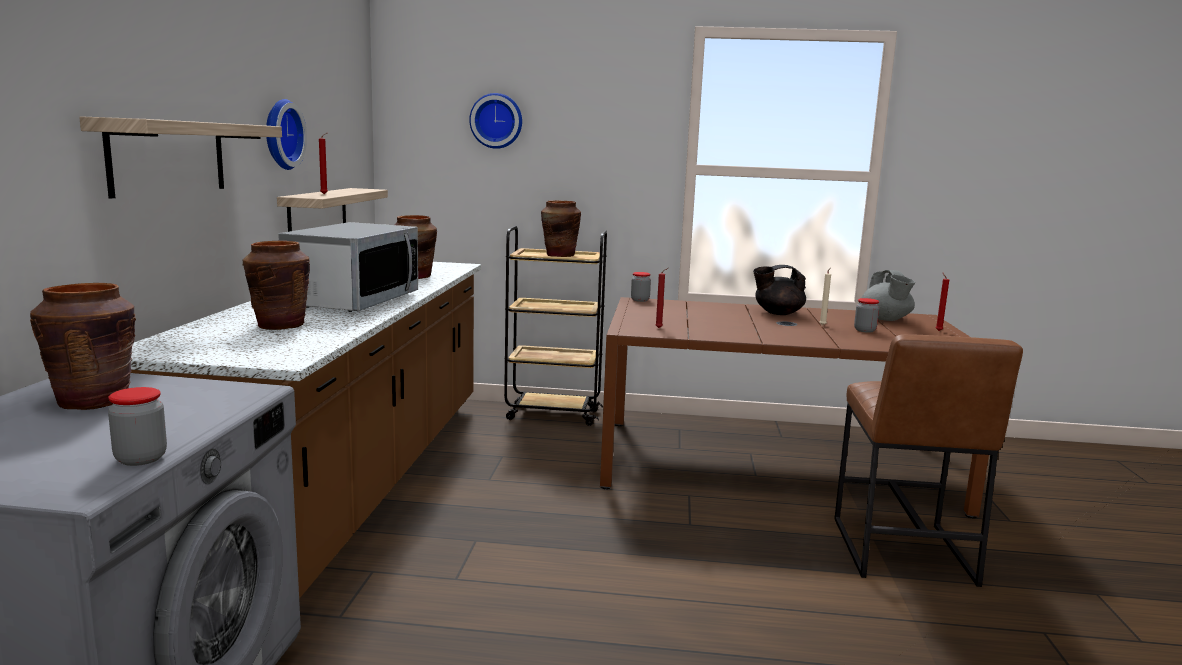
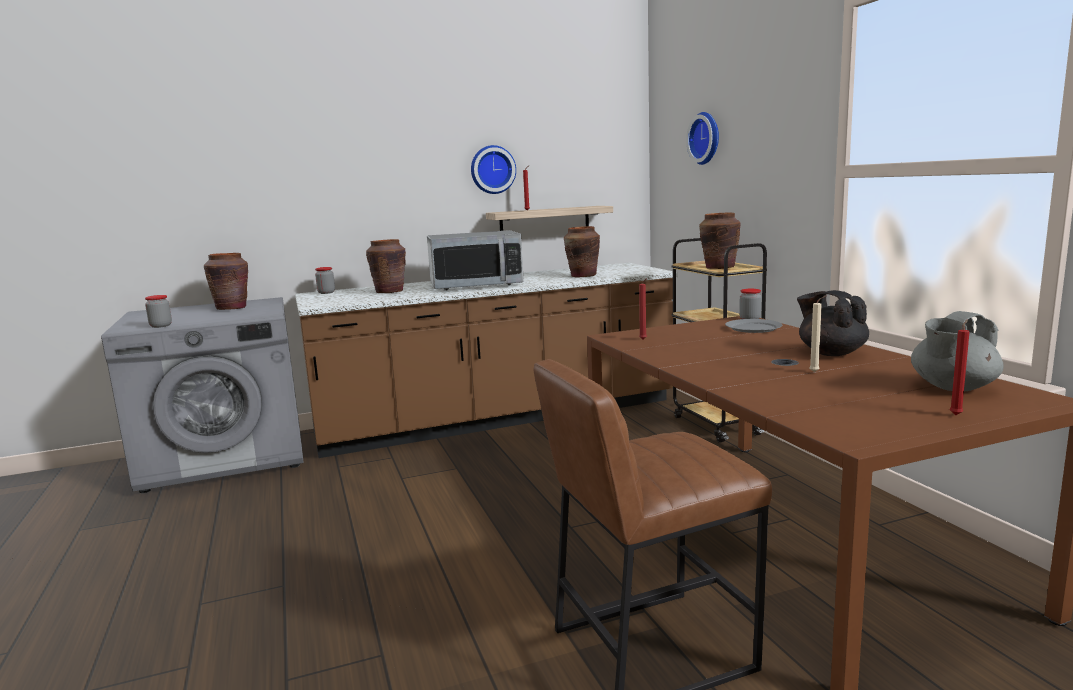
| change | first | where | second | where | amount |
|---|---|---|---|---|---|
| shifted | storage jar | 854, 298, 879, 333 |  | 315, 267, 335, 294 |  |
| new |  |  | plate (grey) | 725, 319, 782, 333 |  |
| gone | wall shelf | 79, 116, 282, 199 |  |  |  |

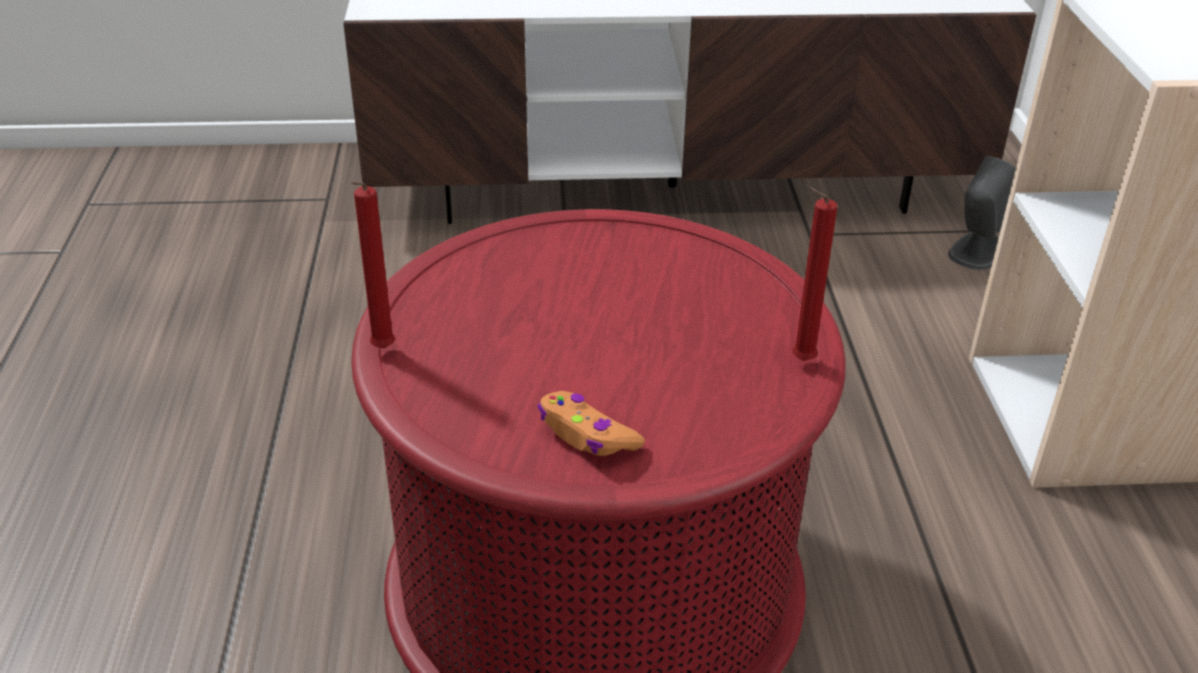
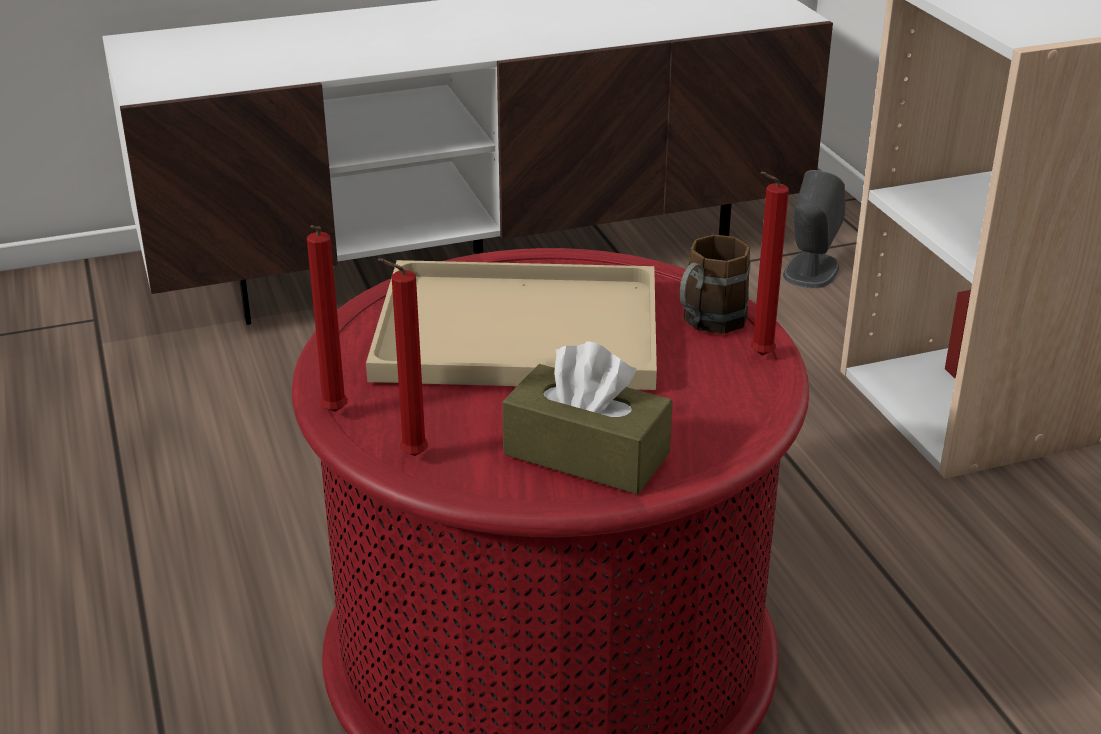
| change | first | where | second | where | amount |
|---|---|---|---|---|---|
| new |  |  | carrying tray (sand-coloured) | 366, 260, 657, 390 |  |
| new |  |  | candle (red-coloured) | 378, 259, 428, 456 |  |
| swapped | joypad (orange-coloured) | 537, 391, 645, 456 | tissue holder (brownish) | 502, 341, 673, 494 |  |
| new |  |  | coffee mug (brownish) | 680, 235, 751, 334 |  |

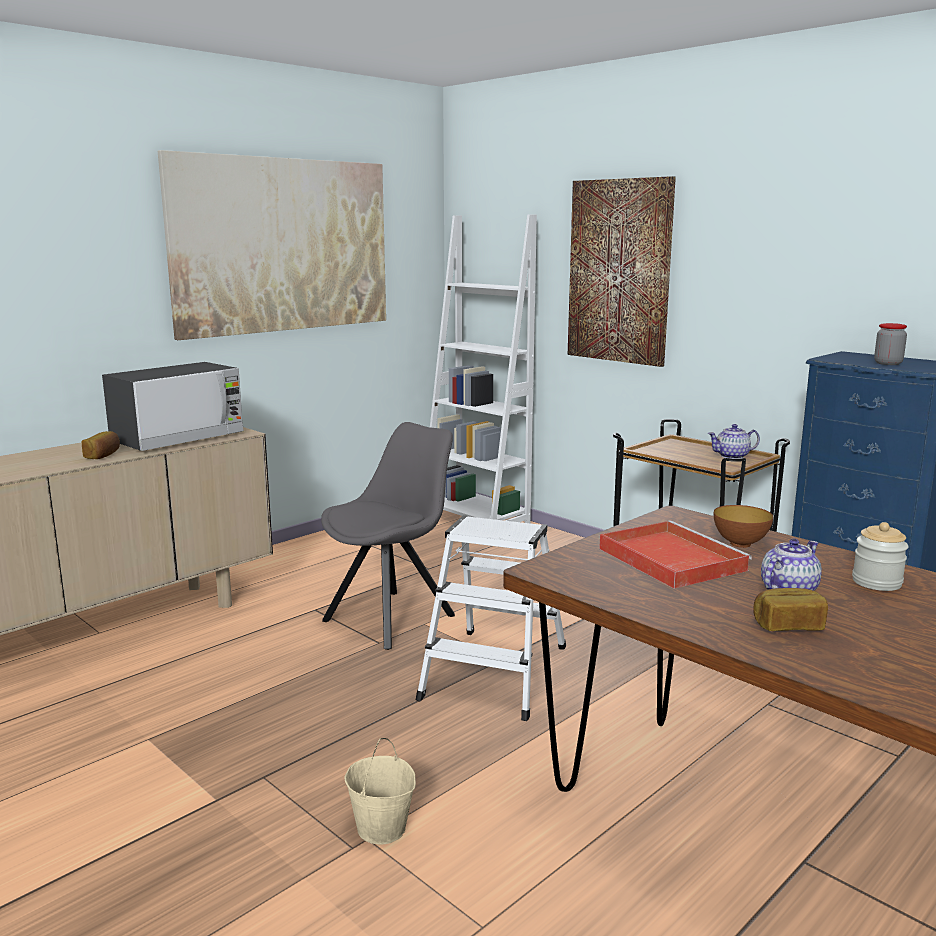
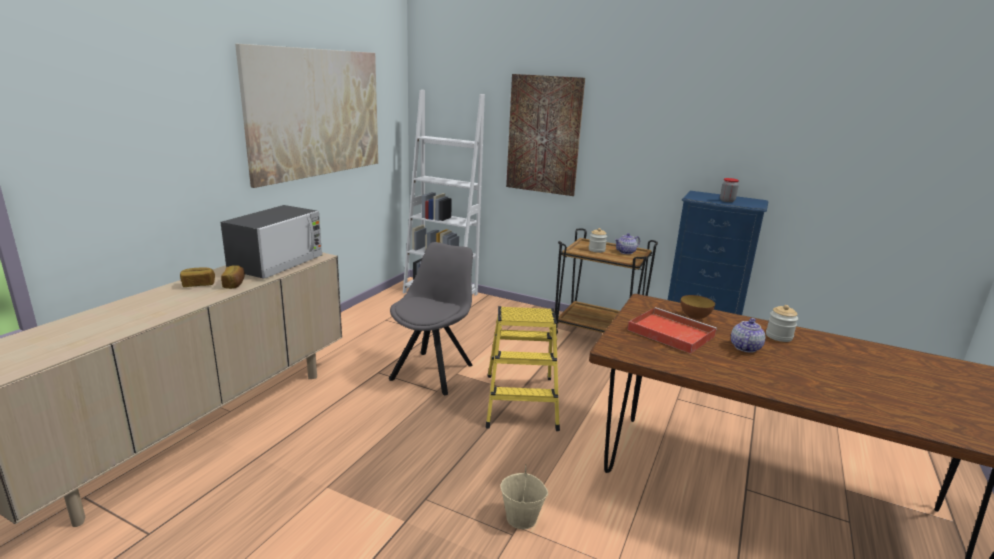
| change | first | where | second | where | amount |
|---|---|---|---|---|---|
| shifted | bread | 753, 588, 828, 631 |  | 180, 267, 215, 287 |  |
| repainted | step ladder (white) | 416, 515, 566, 721 | step ladder (yellow) | 486, 306, 560, 431 |  |
| new |  |  | storage jar | 589, 228, 607, 253 |  |

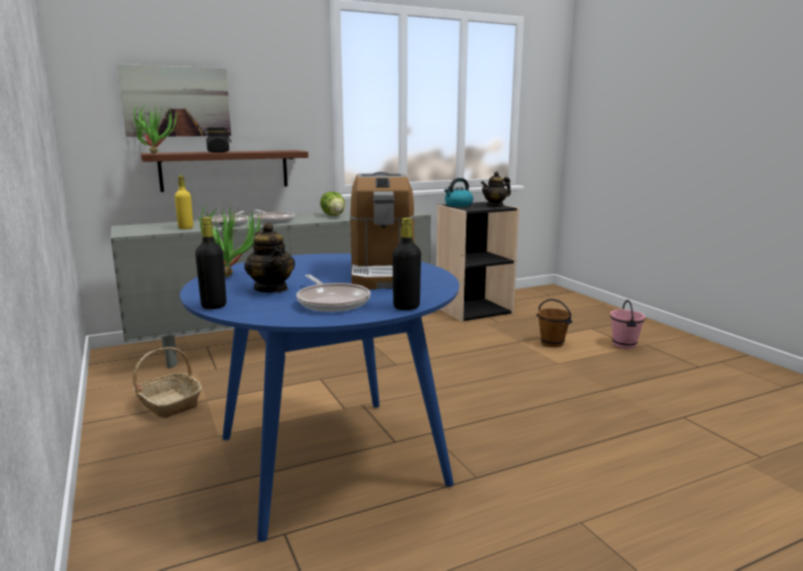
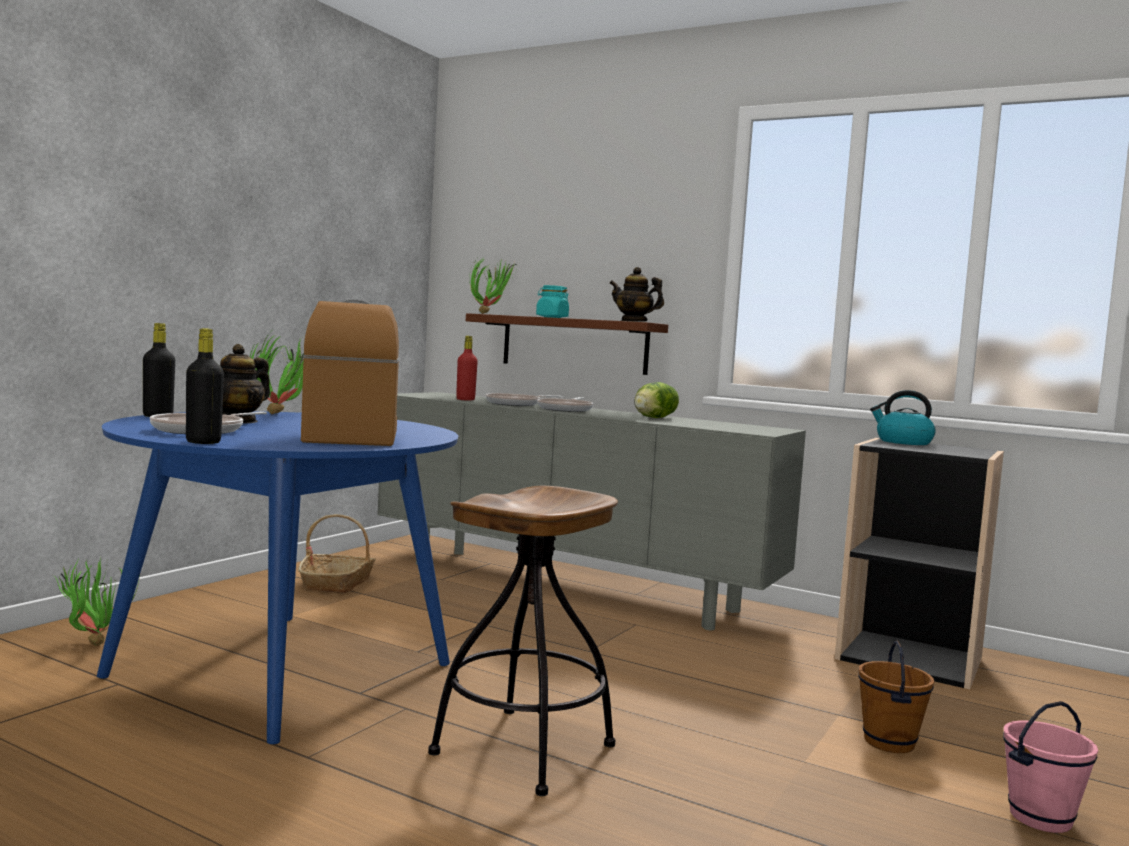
| change | first | where | second | where | amount |
|---|---|---|---|---|---|
| new |  |  | plant in a pot | 53, 555, 140, 646 |  |
| rotated | coffee brewer | 350, 172, 415, 290 |  | 301, 300, 400, 446 | 120 degrees clockwise |
| new |  |  | stool seat (brownish) | 428, 486, 618, 796 |  |
| repainted | drink bottle (yellow) | 175, 175, 193, 229 | drink bottle (red-coloured) | 456, 336, 478, 401 |  |
| repainted | storage jar (blackish) | 203, 127, 231, 153 | storage jar (turquoise-coloured) | 536, 285, 569, 318 |  |
| shifted | tea pot | 481, 171, 511, 207 |  | 610, 267, 664, 322 |  |
| gone | wall art | 117, 64, 231, 137 |  |  |  |

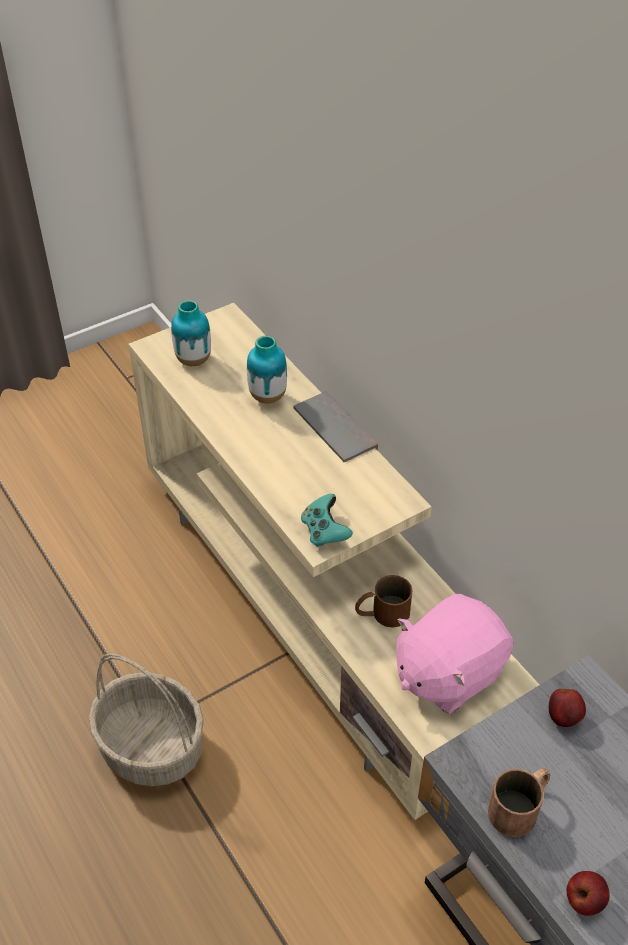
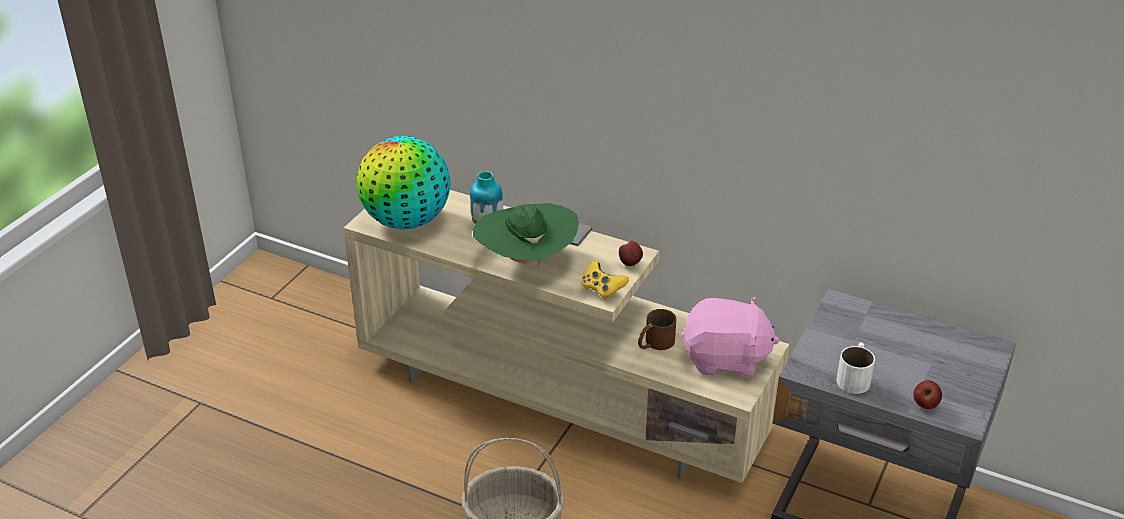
| change | first | where | second | where | amount |
|---|---|---|---|---|---|
| swapped | decorative vase | 171, 300, 211, 366 | world globe | 357, 136, 450, 229 |  |
| new |  |  | clothing hat (greenish) | 473, 203, 579, 268 |  |
| repainted | joypad (turquoise-coloured) | 301, 494, 353, 547 | joypad (yellow) | 581, 261, 629, 300 |  |
| shifted | whole apple | 549, 689, 586, 727 |  | 619, 241, 643, 266 |  |
| rotated | plush toy (pink-coloured) | 396, 594, 514, 714 |  | 682, 297, 780, 378 | 105 degrees counterclockwise |
| repainted | coffee mug (brownish) | 488, 768, 550, 837 | coffee mug (white) | 836, 342, 875, 394 |  |

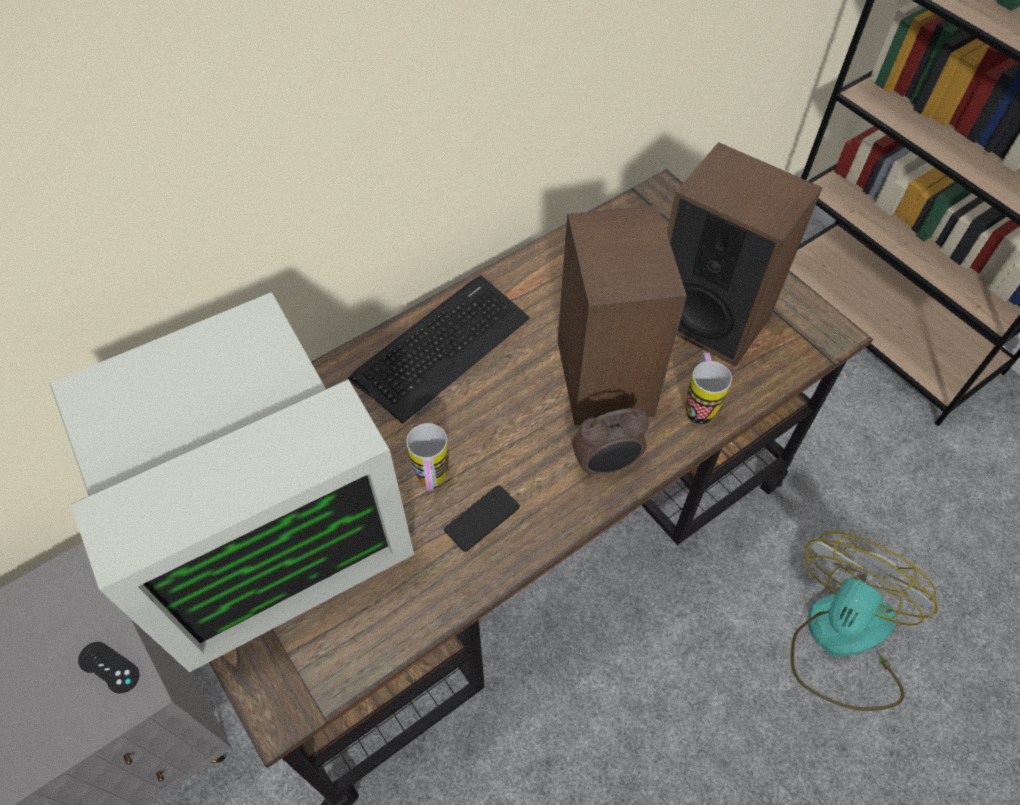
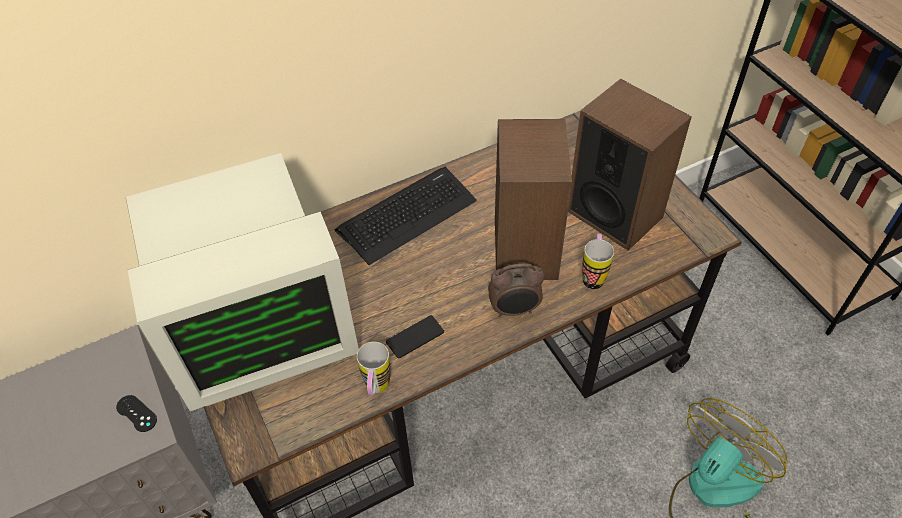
| change | first | where | second | where | amount |
|---|---|---|---|---|---|
| shifted | coffee mug | 406, 423, 449, 491 |  | 357, 342, 391, 396 |  |

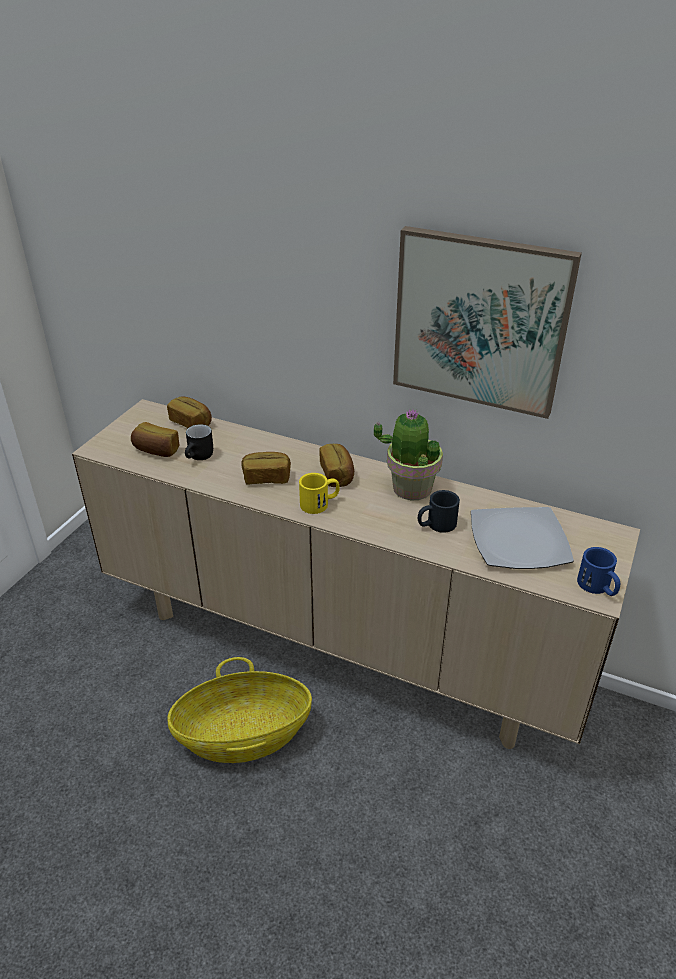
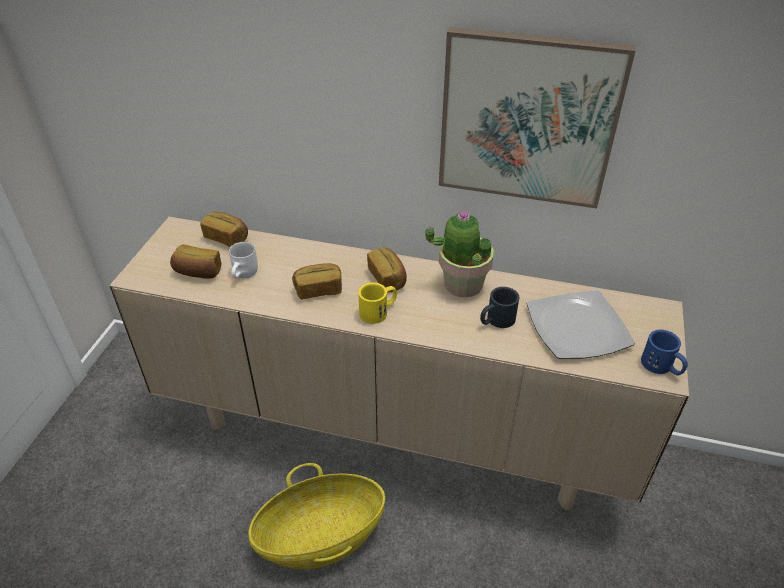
| change | first | where | second | where | amount |
|---|---|---|---|---|---|
| repainted | coffee mug (blackish) | 185, 424, 213, 460 | coffee mug (white) | 229, 242, 258, 278 |  |

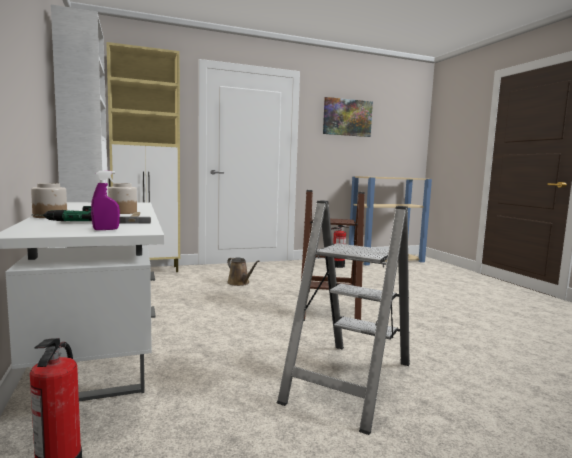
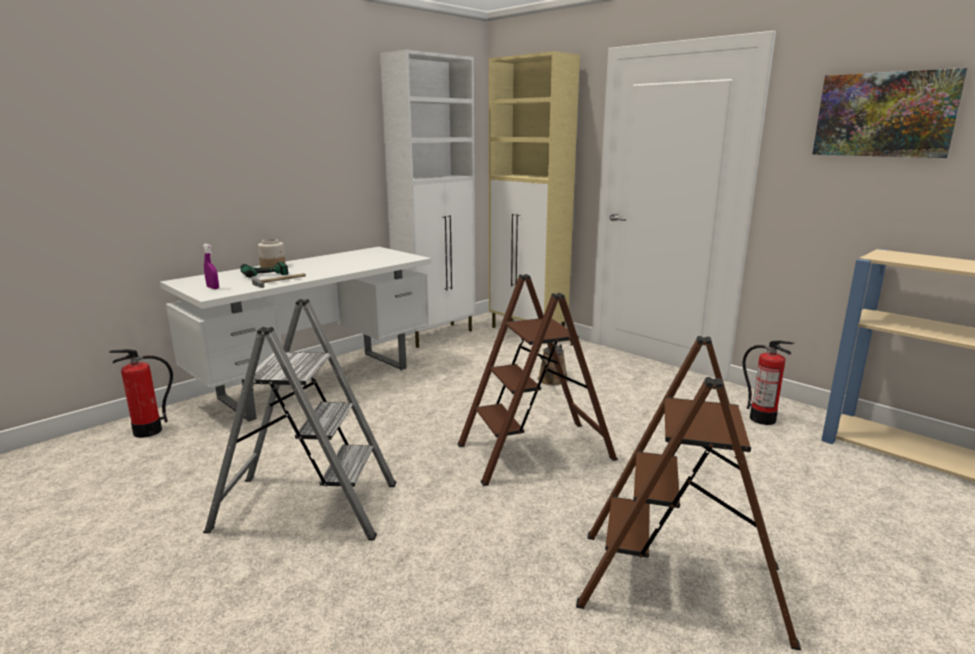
| change | first | where | second | where | amount |
|---|---|---|---|---|---|
| new |  |  | step ladder (brownish) | 576, 336, 801, 651 |  |
| gone | storage jar | 108, 183, 137, 214 |  |  |  |

